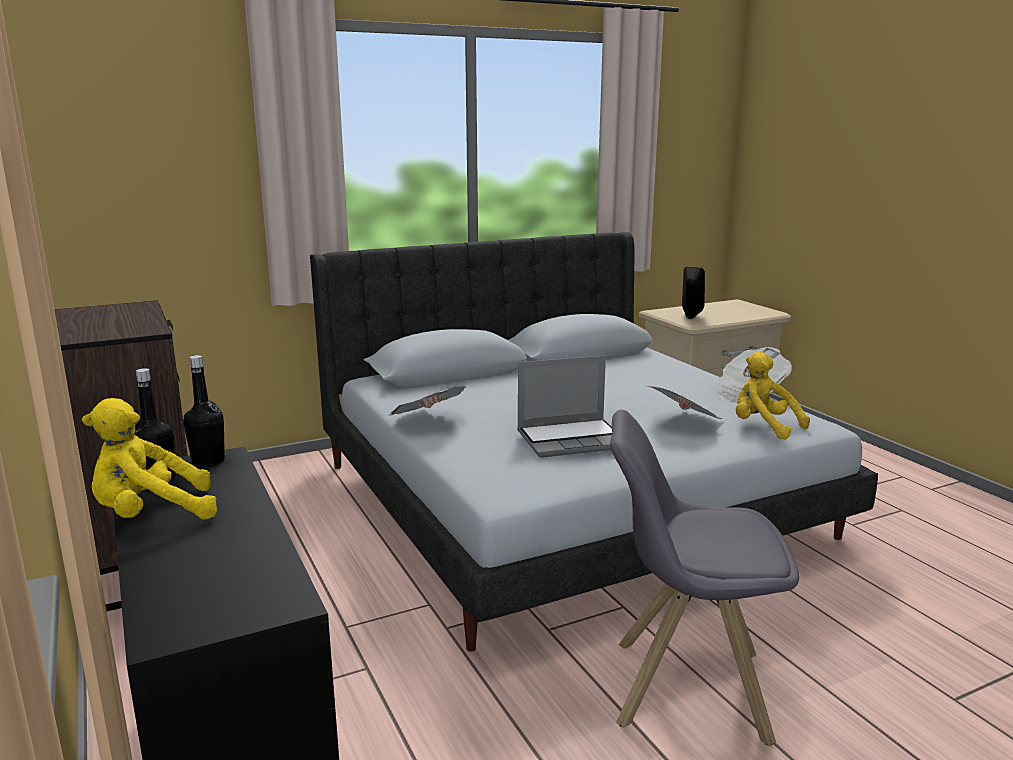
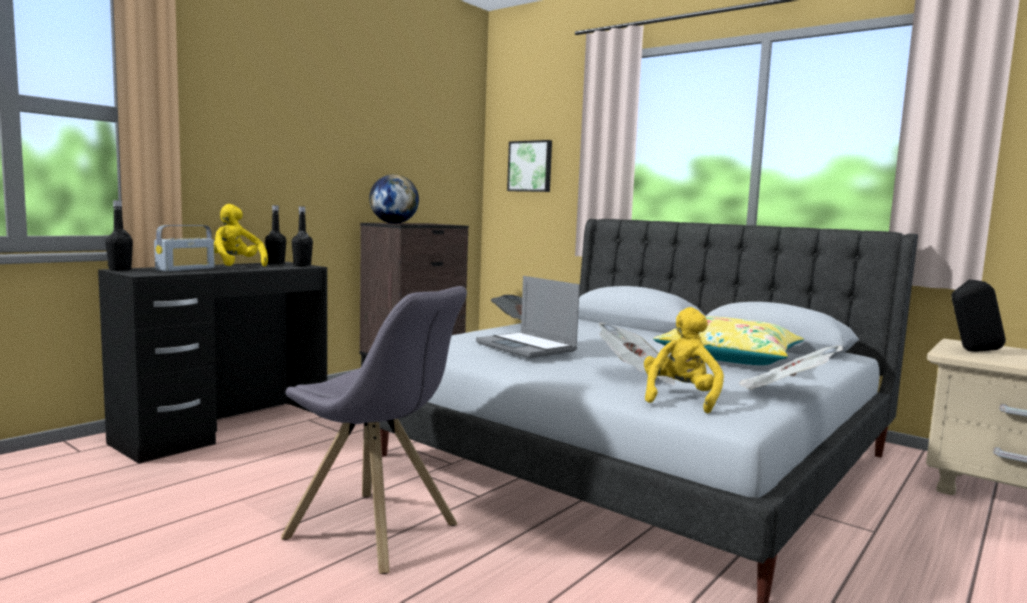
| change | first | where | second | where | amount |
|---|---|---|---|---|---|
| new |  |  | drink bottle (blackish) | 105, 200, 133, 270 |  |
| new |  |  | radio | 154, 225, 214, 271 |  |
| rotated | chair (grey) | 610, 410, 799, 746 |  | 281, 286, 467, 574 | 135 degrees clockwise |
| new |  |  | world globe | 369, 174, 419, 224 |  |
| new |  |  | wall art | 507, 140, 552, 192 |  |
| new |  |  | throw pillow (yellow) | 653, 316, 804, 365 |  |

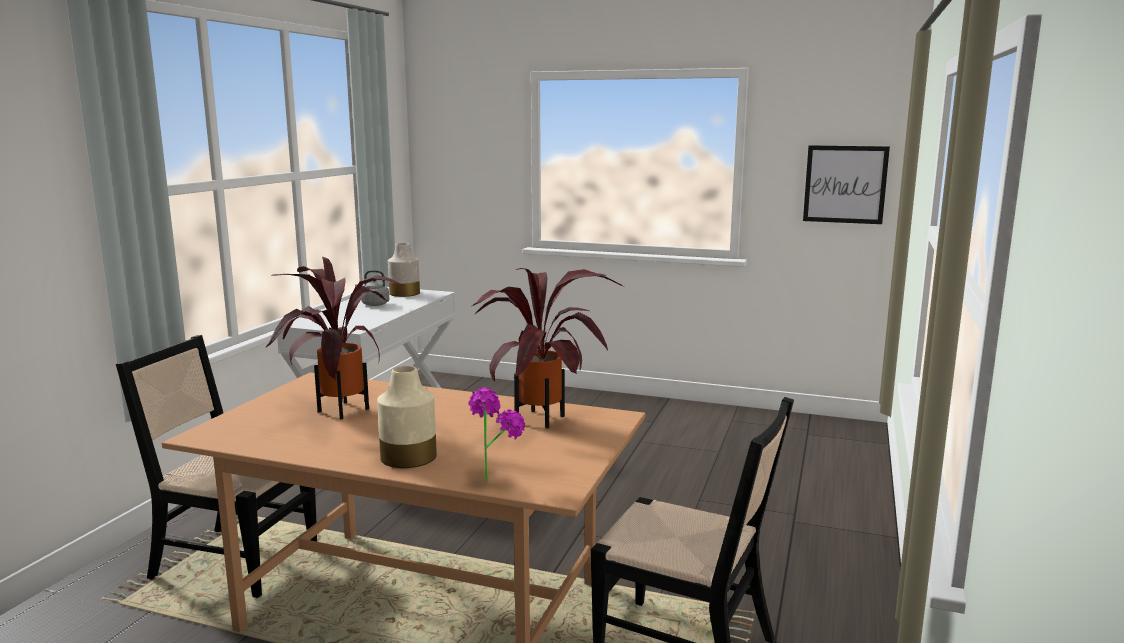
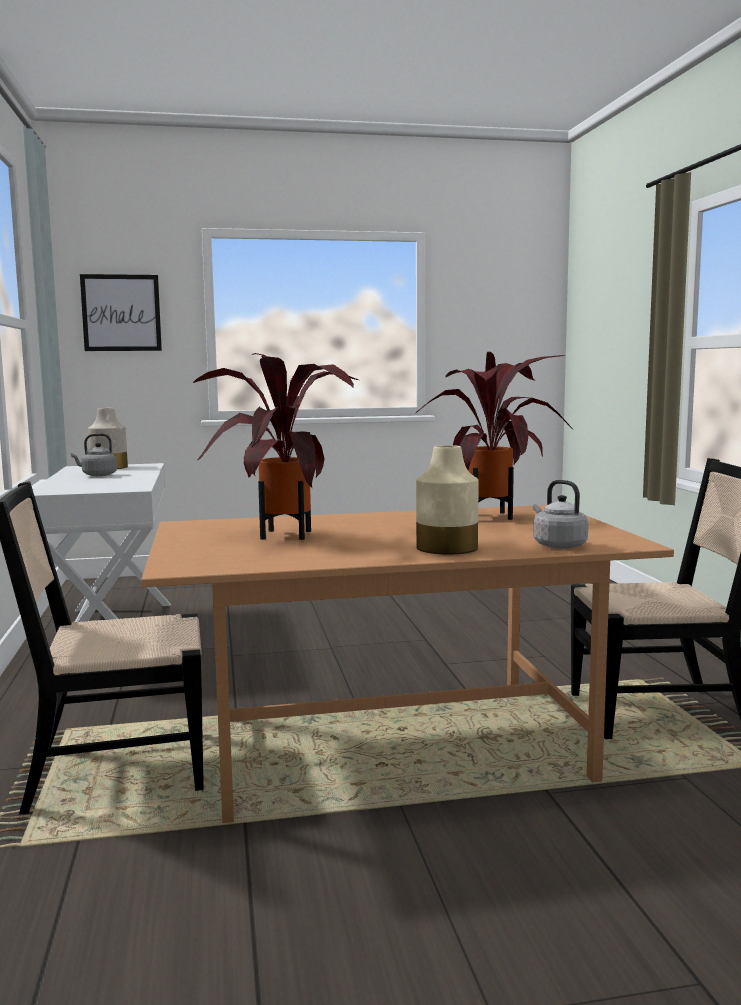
| change | first | where | second | where | amount |
|---|---|---|---|---|---|
| shifted | wall art | 803, 145, 890, 224 |  | 80, 274, 162, 351 |  |
| swapped | plant in a pot | 468, 388, 525, 482 | kettle (grey) | 533, 480, 588, 549 |  |

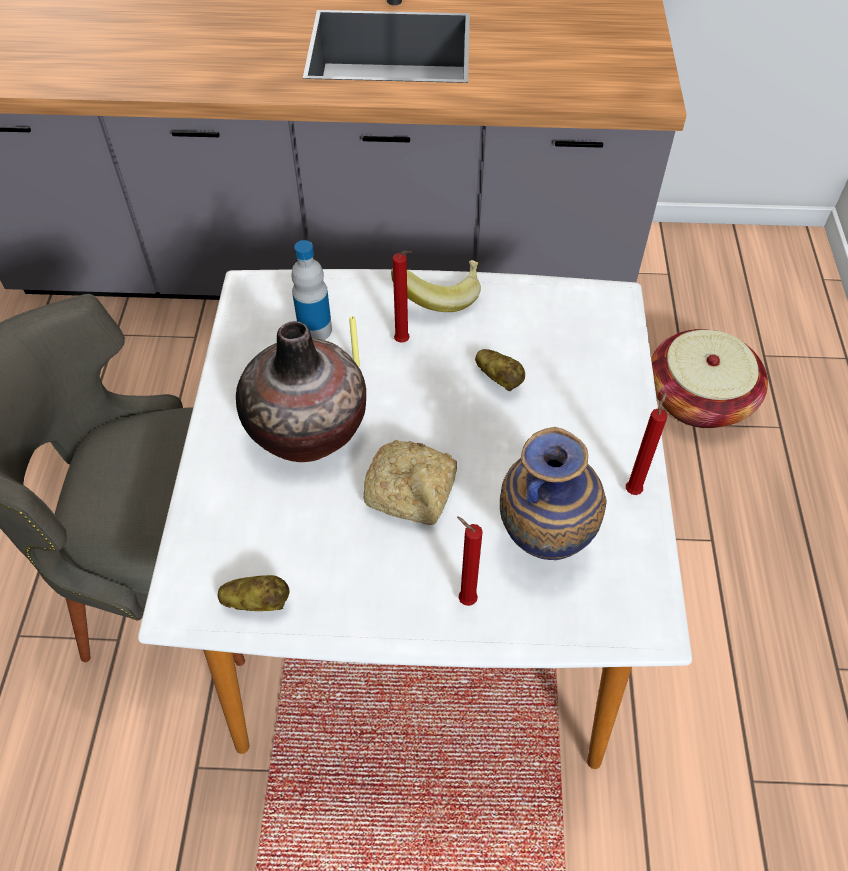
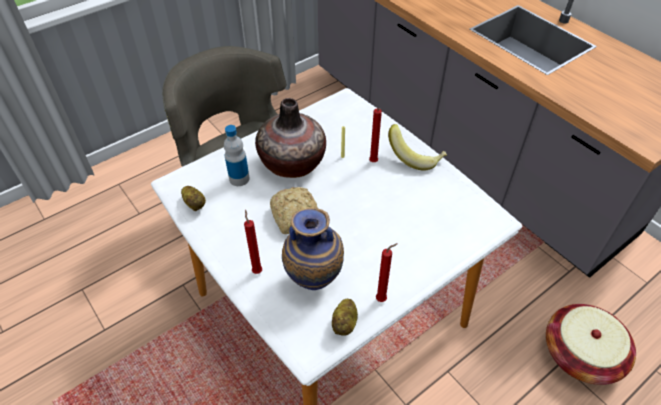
| change | first | where | second | where | amount |
|---|---|---|---|---|---|
| shifted | drink bottle | 291, 240, 332, 340 |  | 224, 125, 250, 186 |  |
| shifted | whole potato | 475, 349, 525, 391 |  | 332, 299, 358, 336 |  |

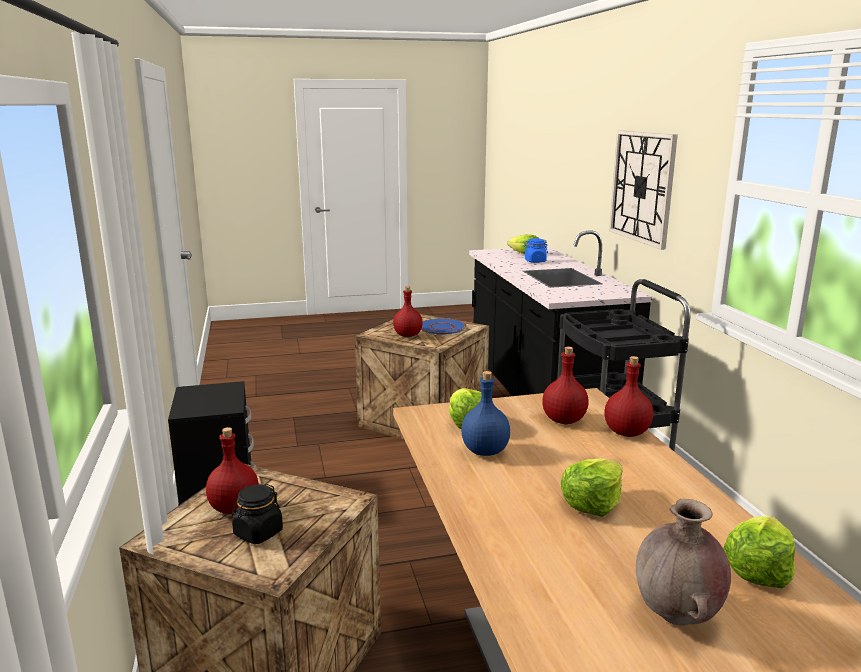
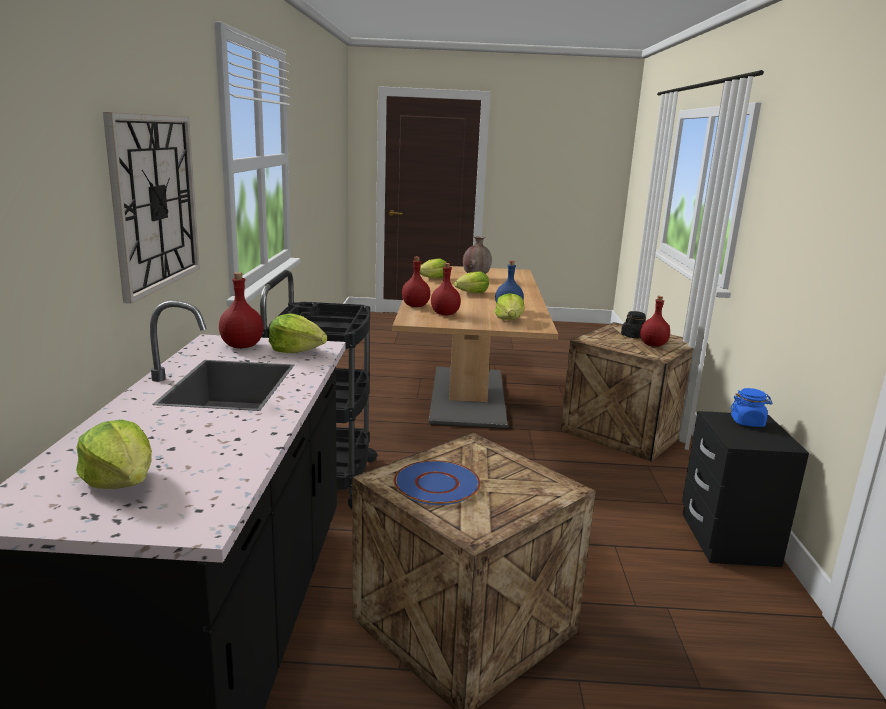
| change | first | where | second | where | amount |
|---|---|---|---|---|---|
| shifted | drink bottle (red-coloured) | 393, 286, 423, 337 |  | 219, 272, 263, 348 |  |
| new |  |  | lettuce | 269, 314, 327, 353 |  |
| shifted | storage jar (bluish) | 523, 238, 548, 263 |  | 731, 388, 772, 427 |  |

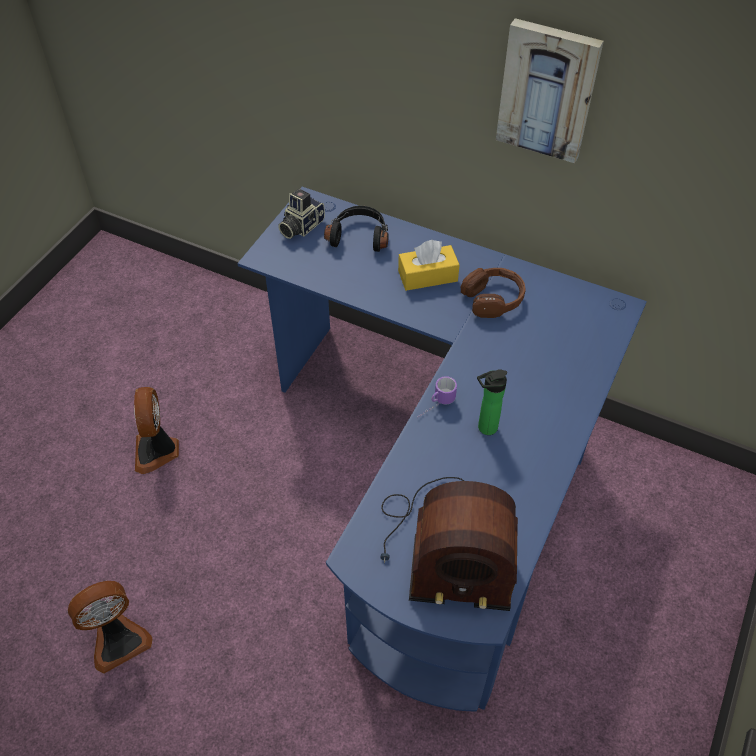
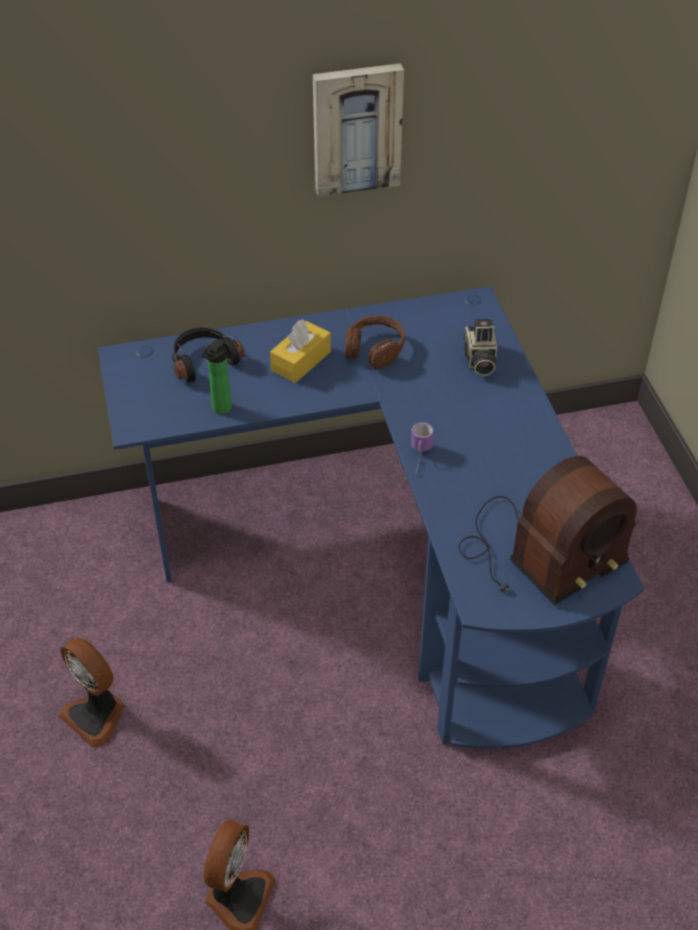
| change | first | where | second | where | amount |
|---|---|---|---|---|---|
| shifted | drink bottle | 477, 369, 507, 435 |  | 201, 339, 232, 414 |  |
| shifted | photo camera | 278, 188, 325, 239 |  | 463, 319, 497, 376 |  |

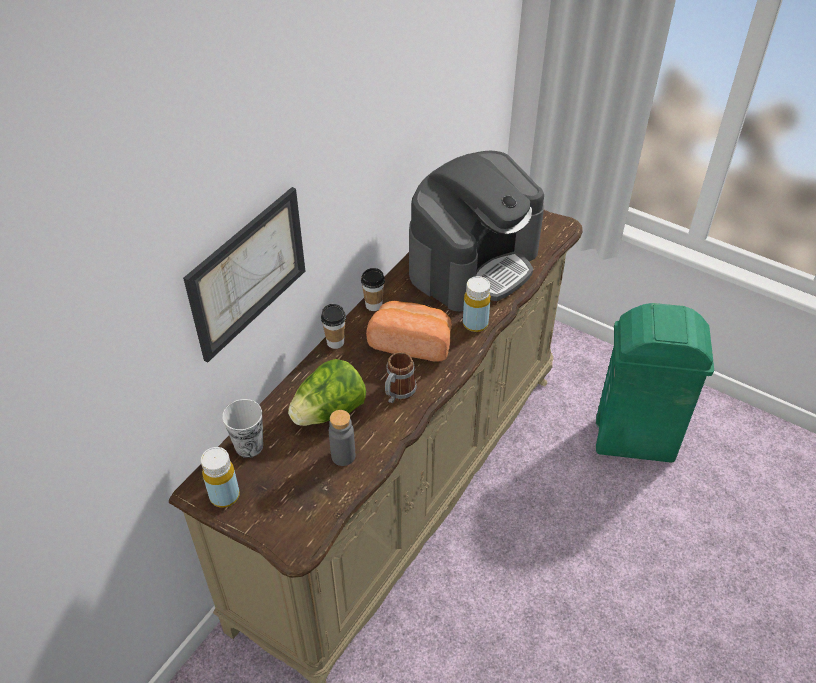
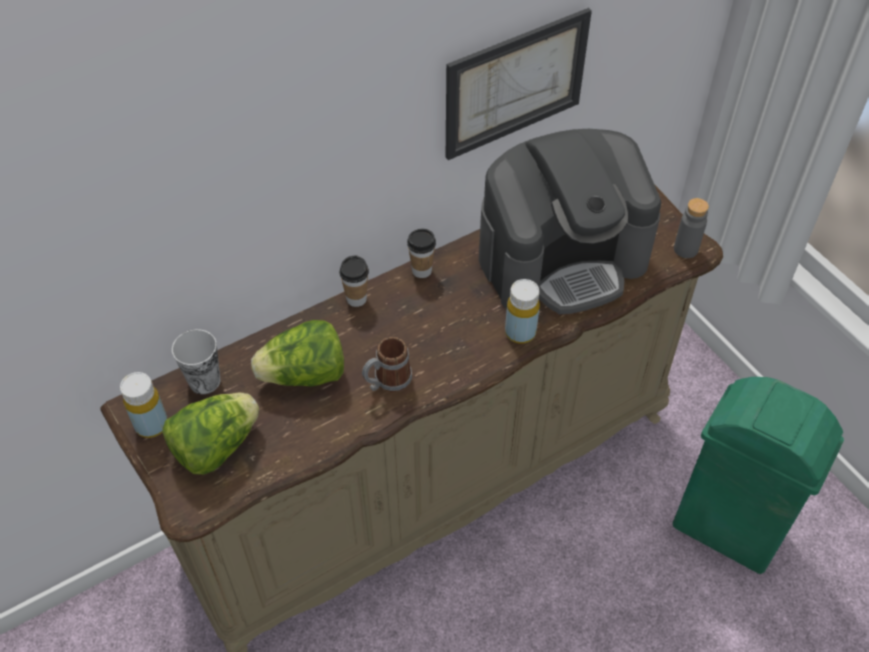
| change | first | where | second | where | amount |
|---|---|---|---|---|---|
| new |  |  | lettuce | 162, 393, 259, 475 |  |
| shifted | wall art | 183, 187, 305, 362 |  | 446, 8, 592, 160 |  |
| shifted | drink bottle (grey) | 329, 410, 355, 466 |  | 674, 198, 709, 258 |  |
| gone | bread | 366, 301, 451, 362 |  |  |  |

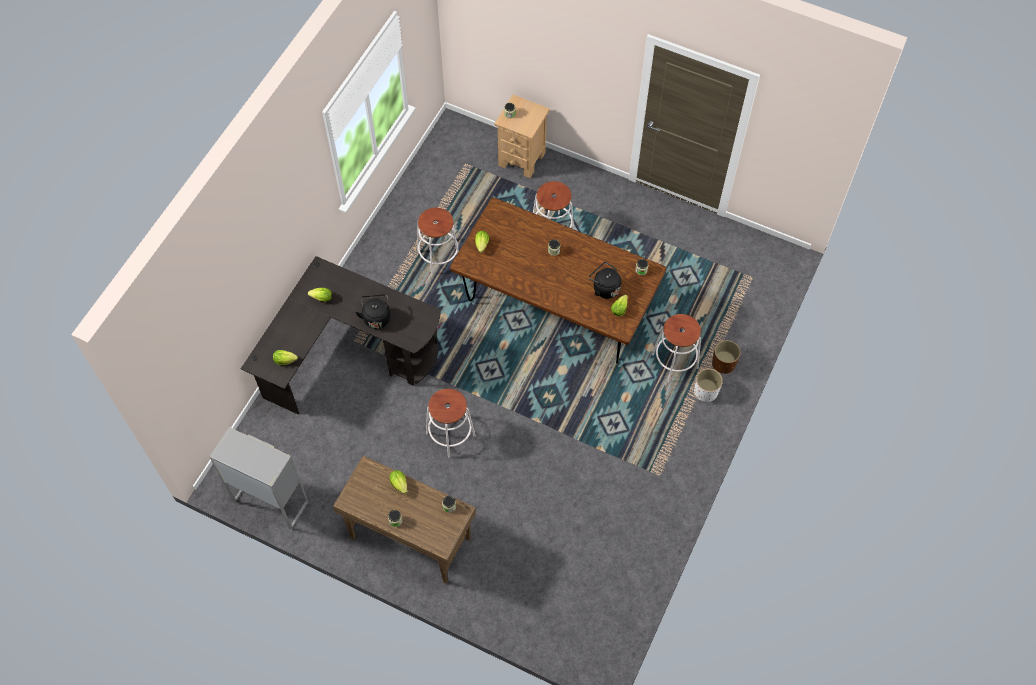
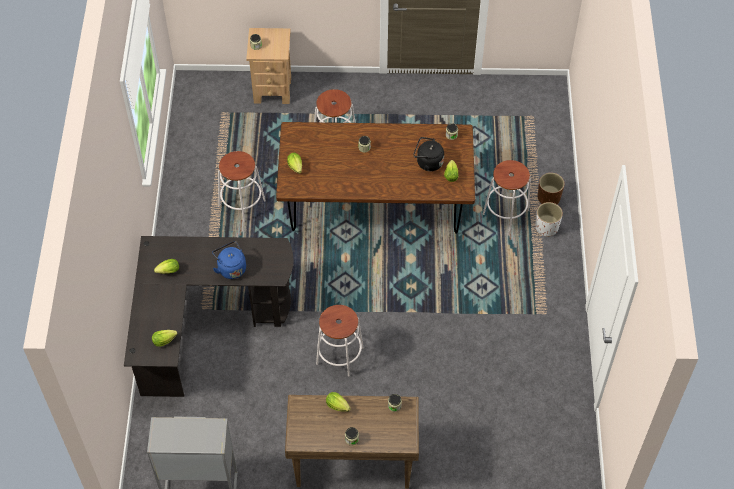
| change | first | where | second | where | amount |
|---|---|---|---|---|---|
| repainted | kettle (blackish) | 355, 294, 390, 329 | kettle (bluish) | 212, 241, 246, 279 |  |

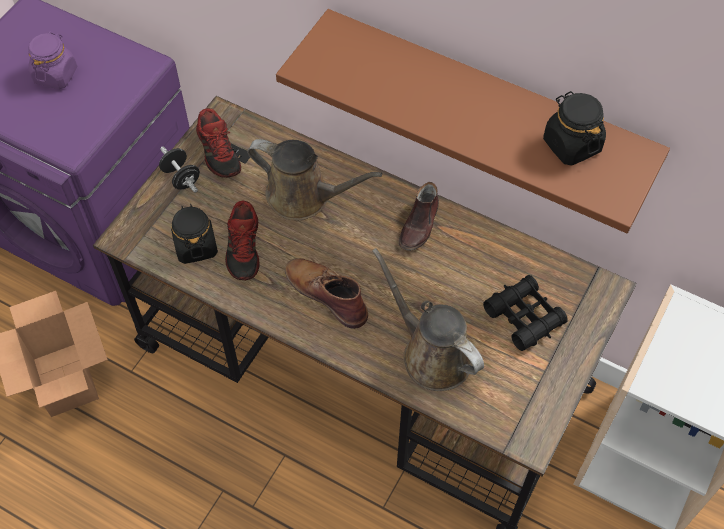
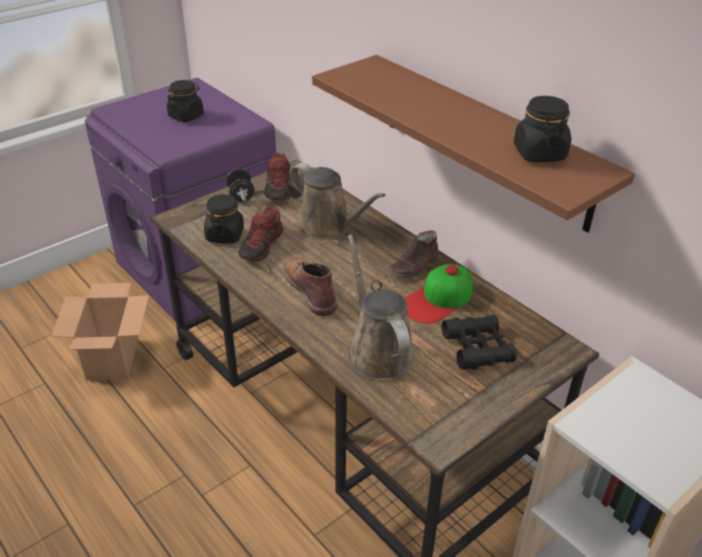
| change | first | where | second | where | amount |
|---|---|---|---|---|---|
| repainted | storage jar (purplish) | 28, 32, 77, 89 | storage jar (blackish) | 167, 80, 204, 122 |  |
| new |  |  | peaked cap | 404, 264, 473, 324 |  |

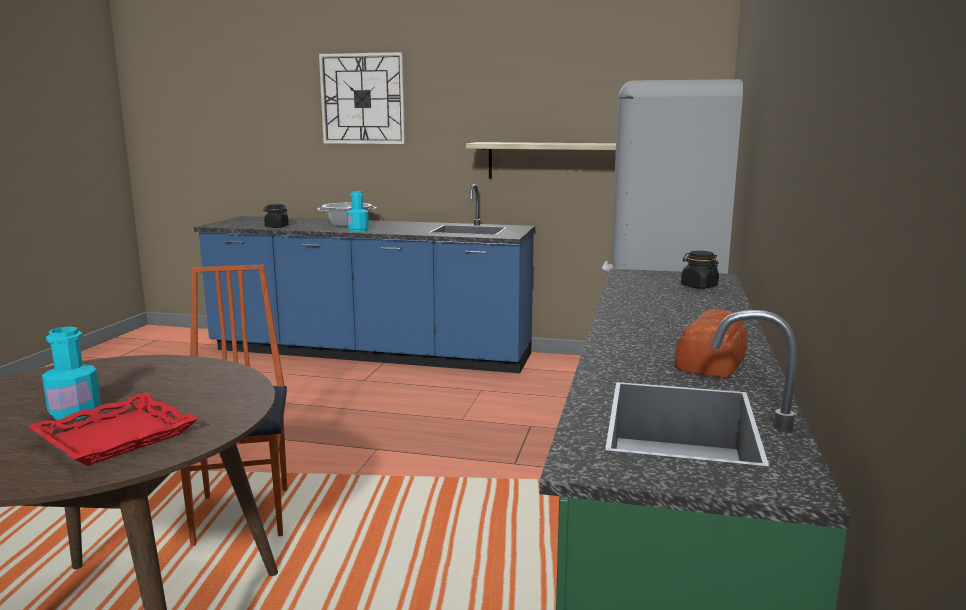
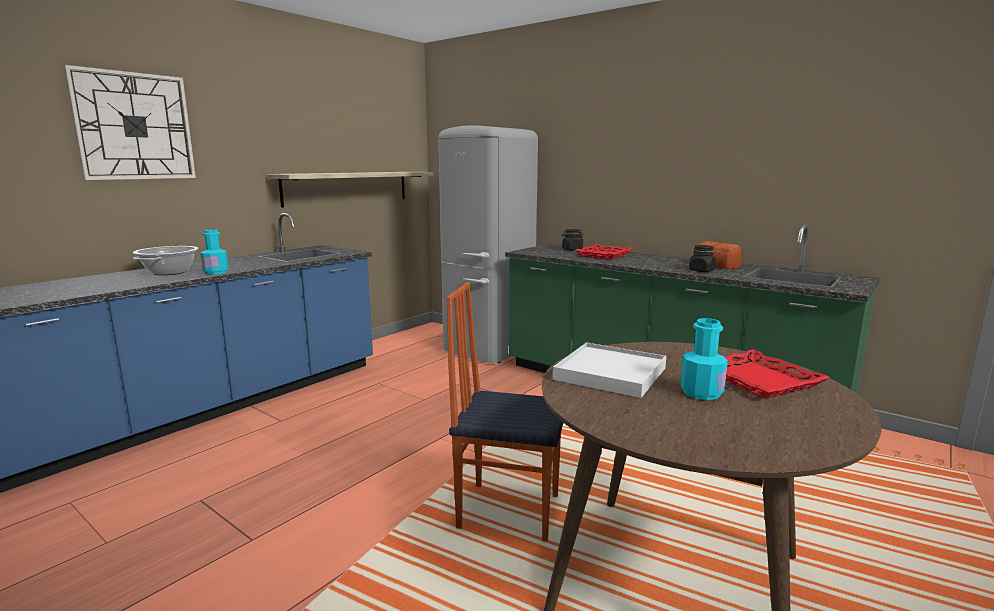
| change | first | where | second | where | amount |
|---|---|---|---|---|---|
| new |  |  | carrying tray (white) | 553, 343, 666, 398 |  |
| new |  |  | carrying tray (red-coloured) | 575, 244, 633, 259 |  |
| shifted | storage jar (blackish) | 263, 204, 289, 228 |  | 689, 245, 716, 272 |  |

